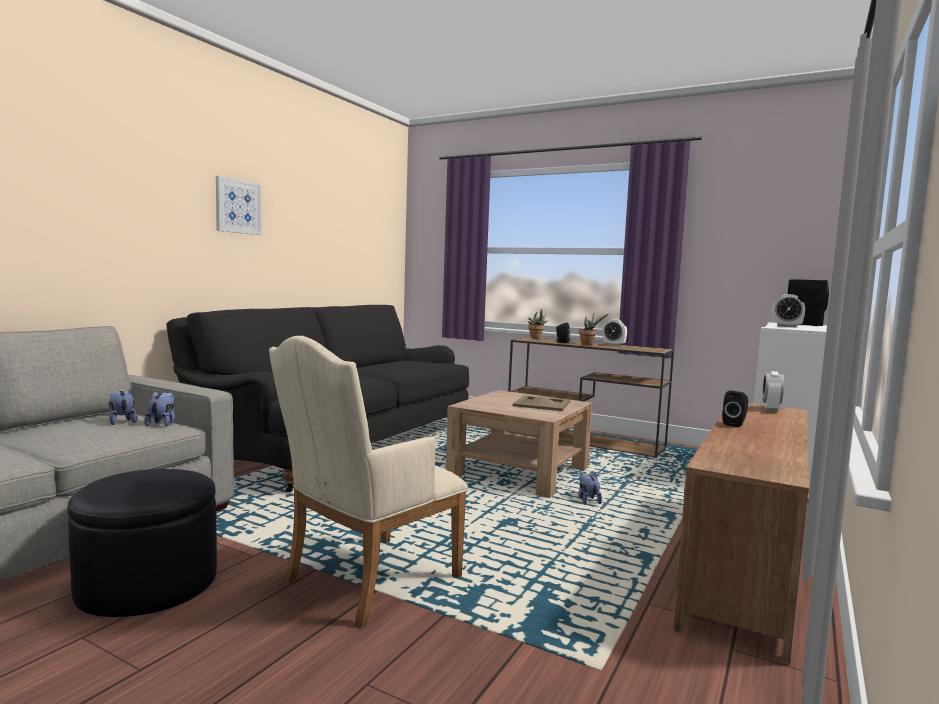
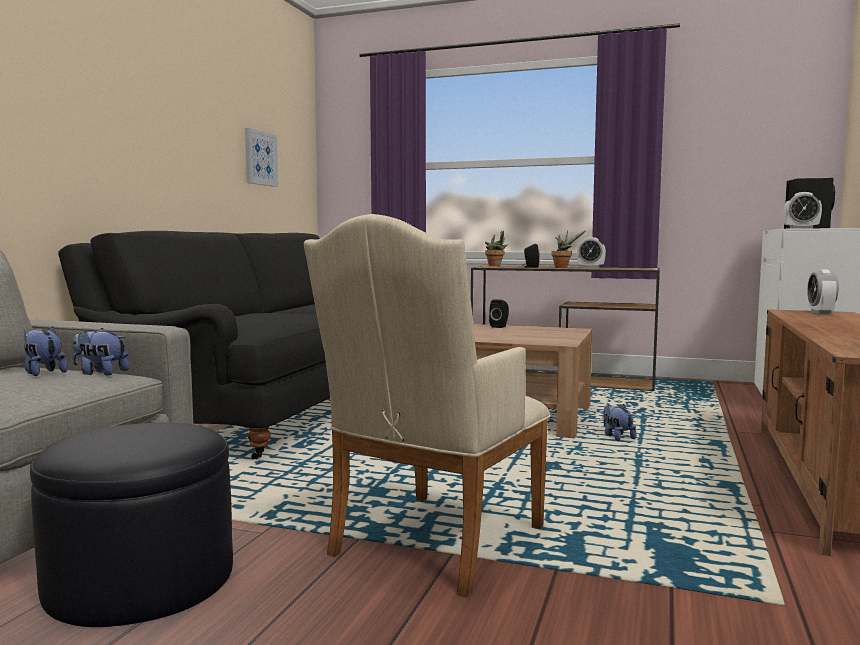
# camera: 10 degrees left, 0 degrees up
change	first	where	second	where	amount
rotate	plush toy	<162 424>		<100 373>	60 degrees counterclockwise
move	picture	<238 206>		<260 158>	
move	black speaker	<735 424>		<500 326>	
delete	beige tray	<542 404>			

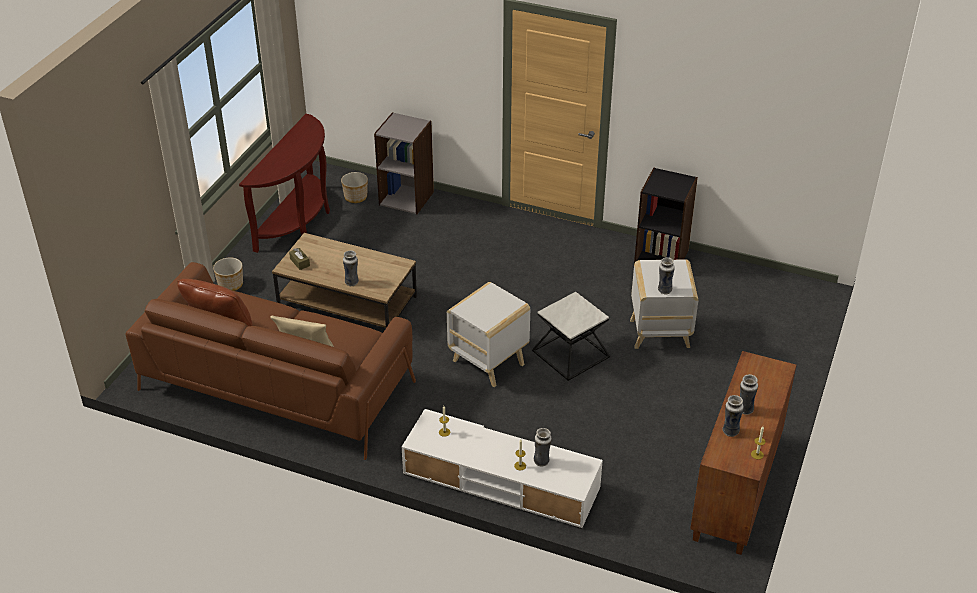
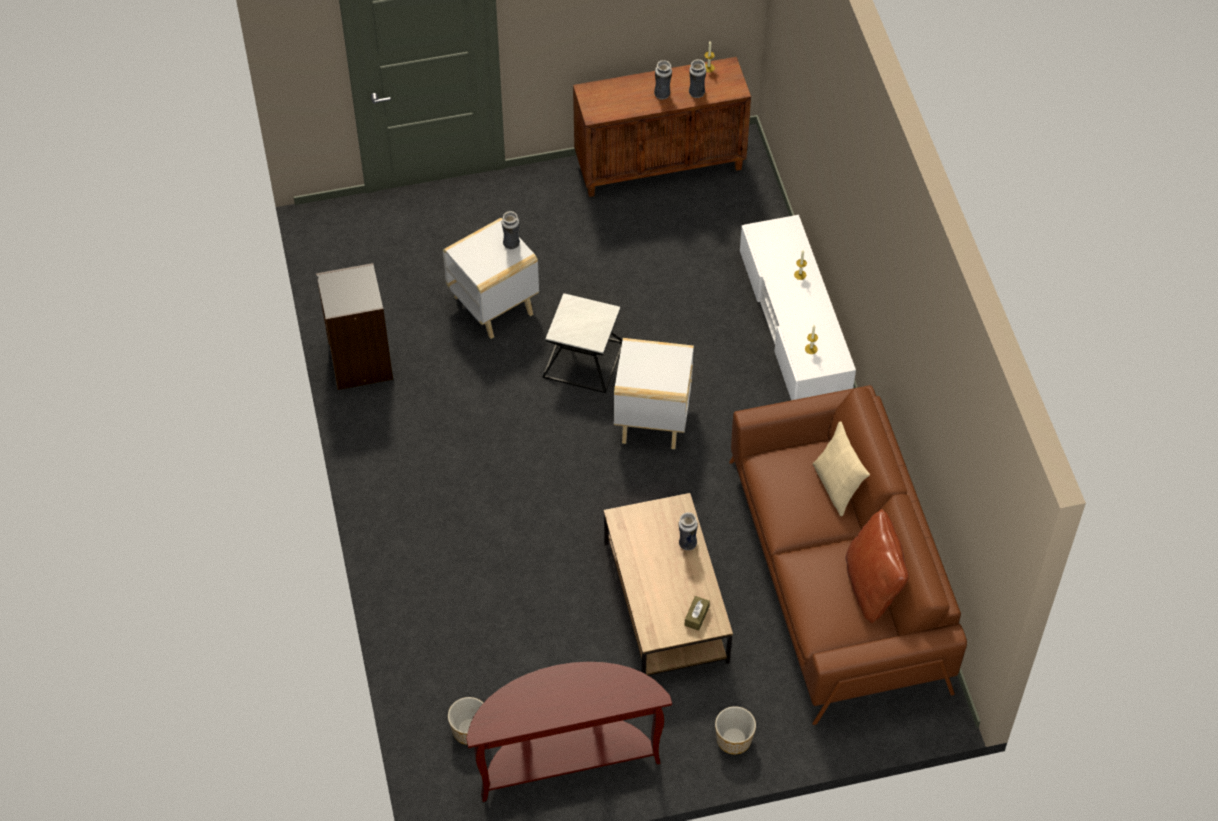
# camera: 125 degrees left, 15 degrees up
change	first	where	second	where	amount
delete	grey bookcase	<406 198>			
delete	vase	<542 461>			

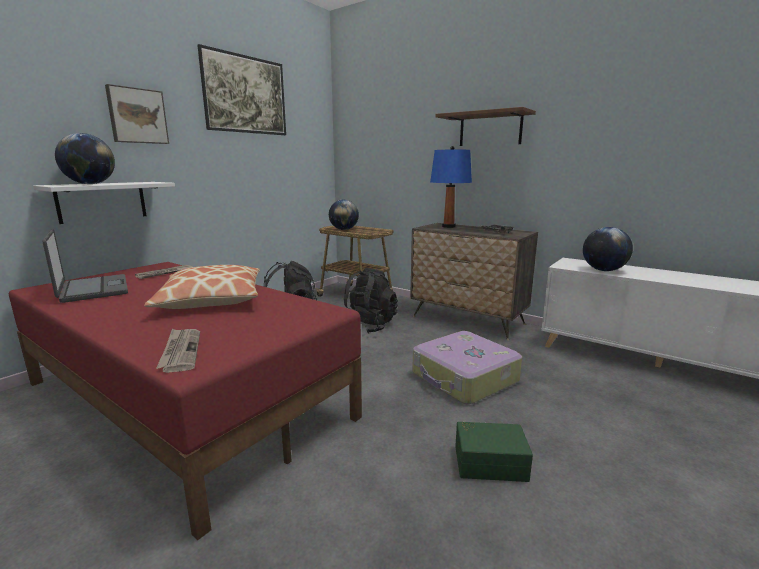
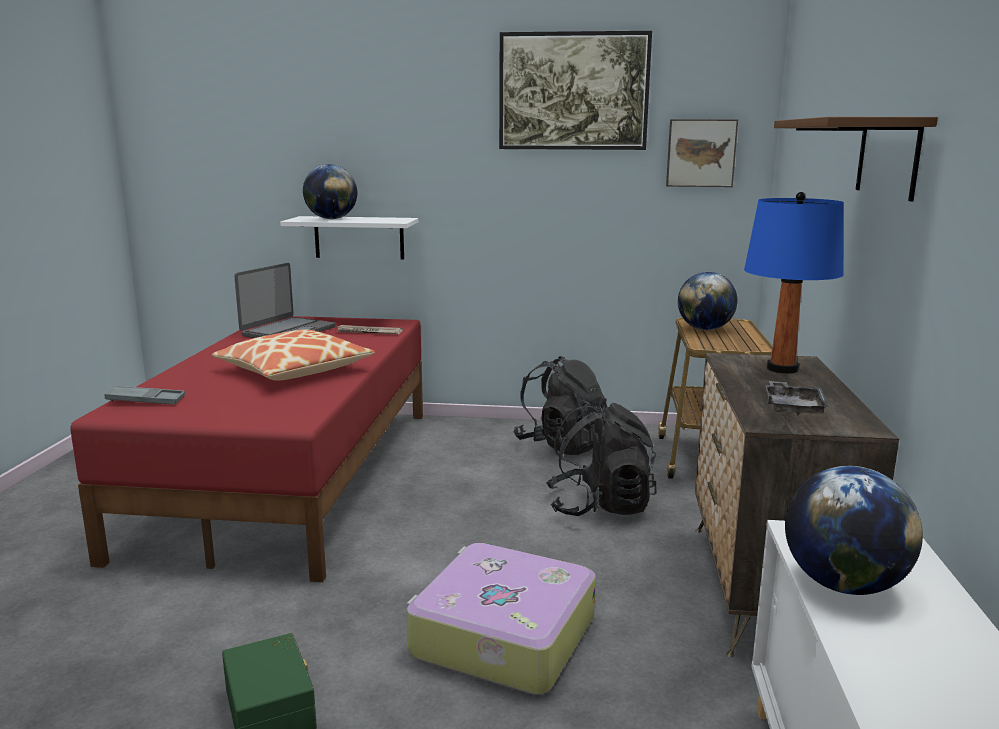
# camera: 60 degrees right, 0 degrees up
change	first	where	second	where	amount
replace	newspaper	<180 351>	grey tray	<146 401>	
move	picture	<137 116>		<700 153>	

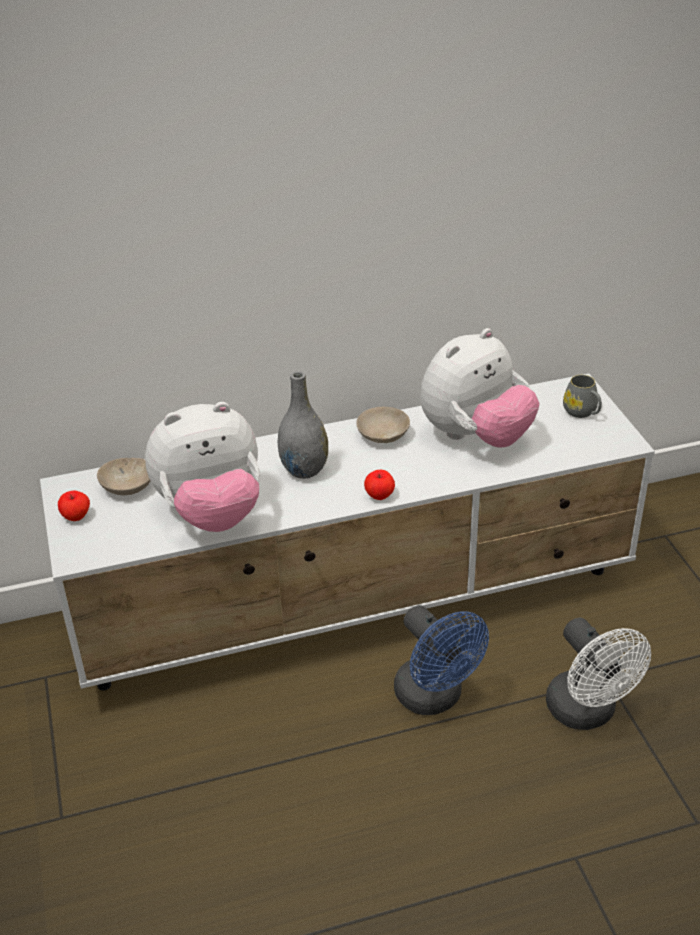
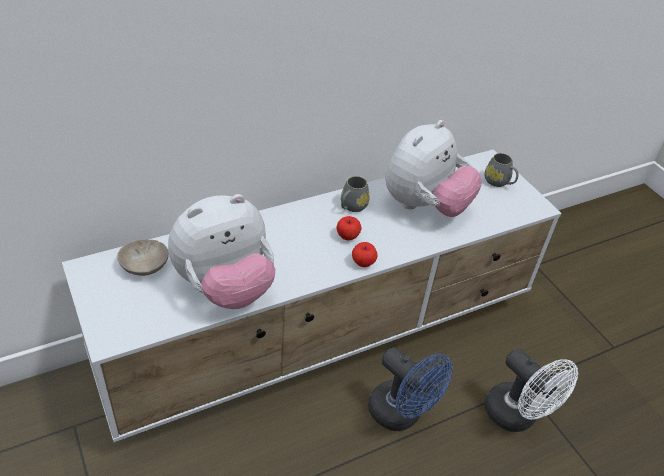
# camera: 15 degrees left, 5 degrees up
change	first	where	second	where	amount
move	apple	<76 516>		<347 236>	
replace	beige bowl	<383 434>	grey mug	<351 207>	
delete	grey vase	<304 470>			

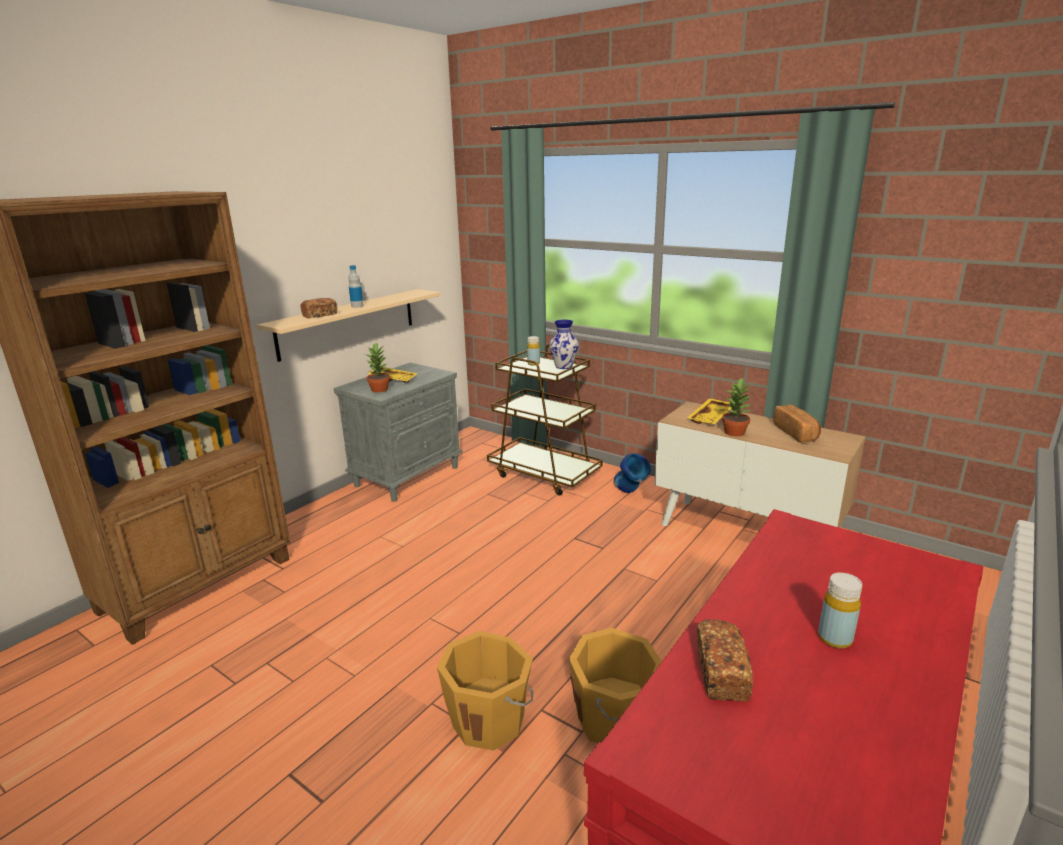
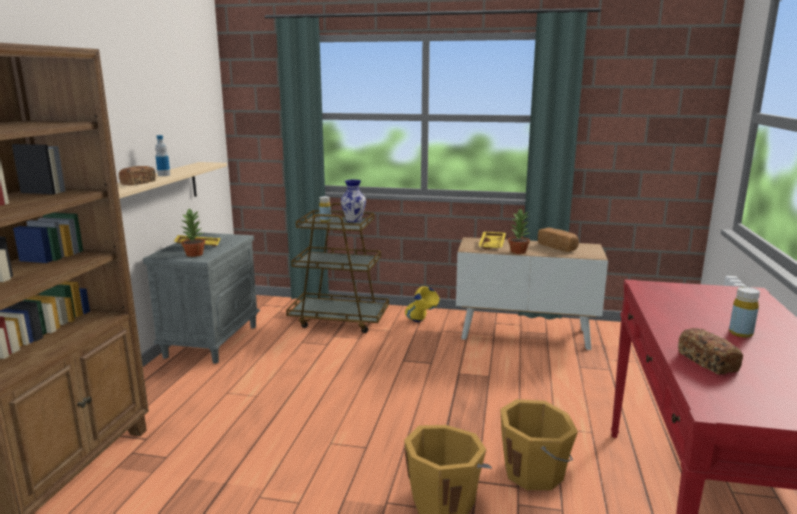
# camera: 25 degrees left, 5 degrees down
change	first	where	second	where	amount
recolor	blue vase	<630 494>	yellow vase	<421 322>	

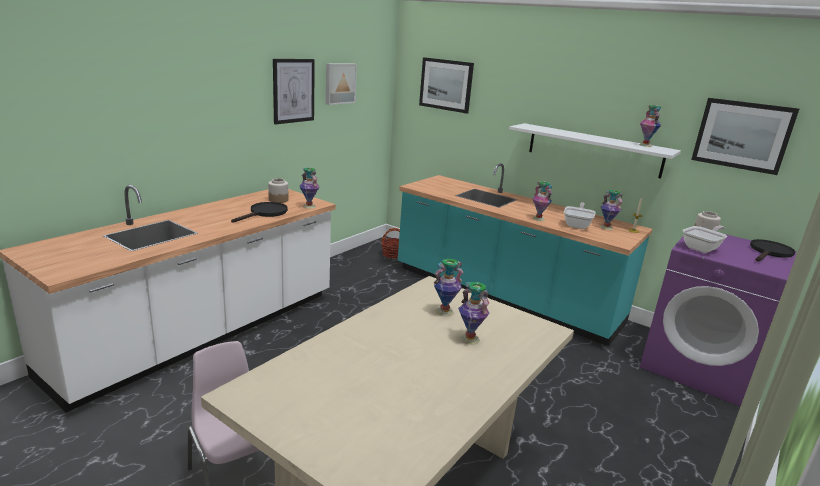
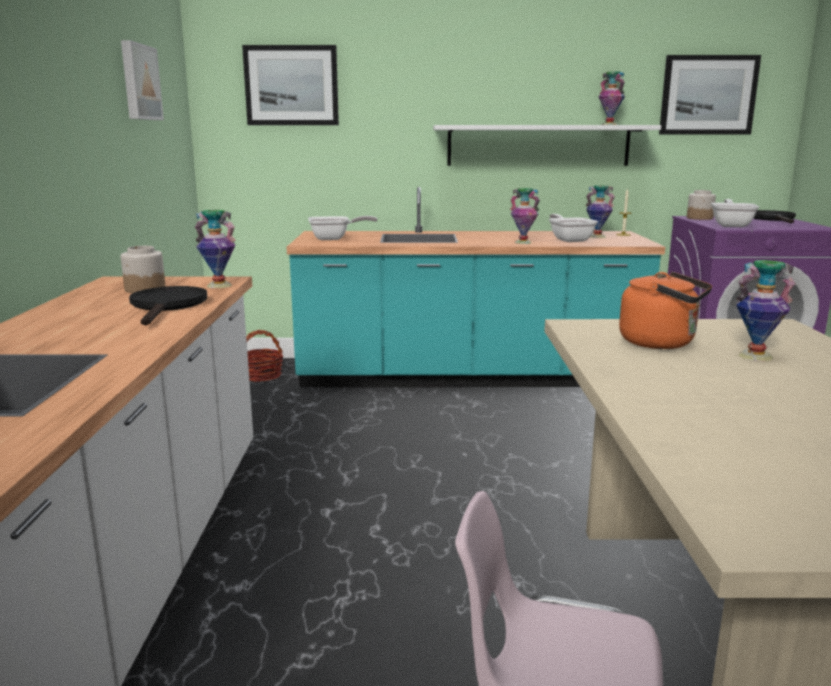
# camera: 35 degrees left, 5 degrees down
change	first	where	second	where	amount
insert			frying pan	<334 239>	
replace	vase	<444 312>	orange kettle	<661 343>	
delete	picture	<293 91>			

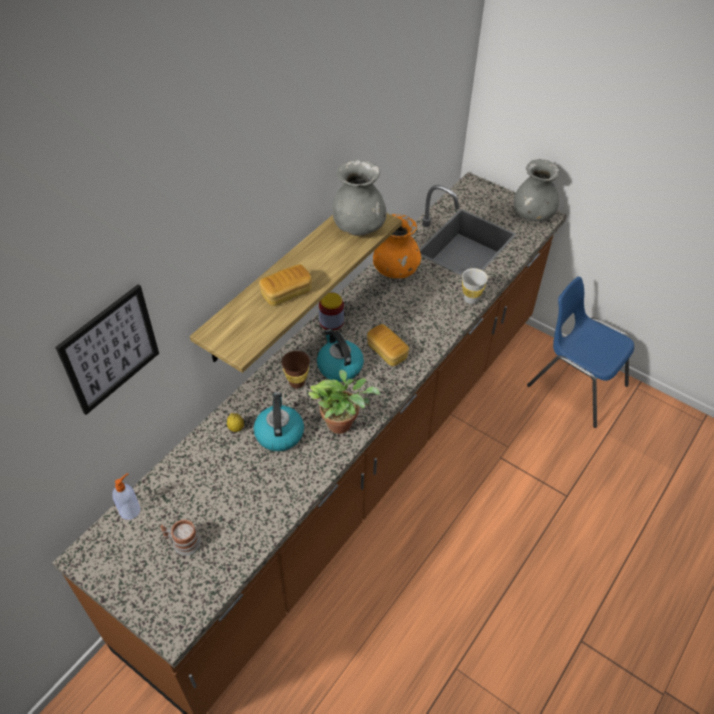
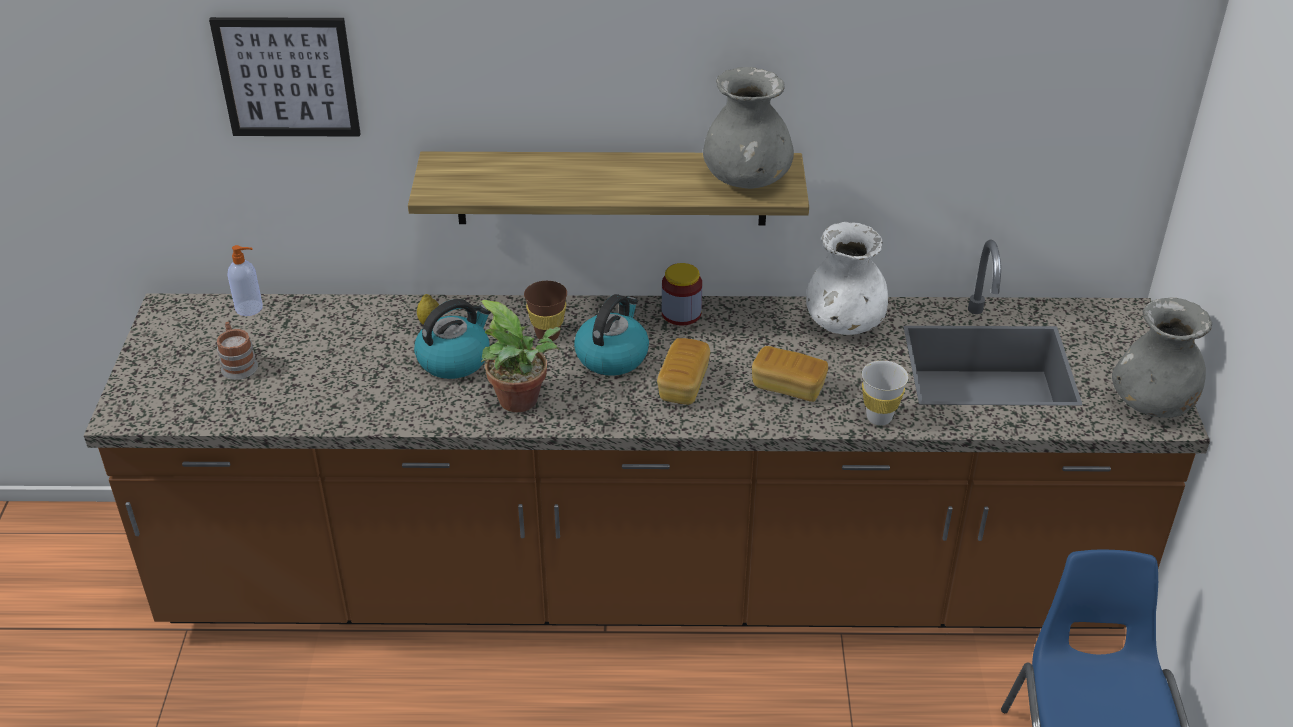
# camera: 55 degrees right, 10 degrees down
change	first	where	second	where	amount
move	bread	<286 293>		<788 386>	
recolor	orange vase	<396 270>	white vase	<844 324>	

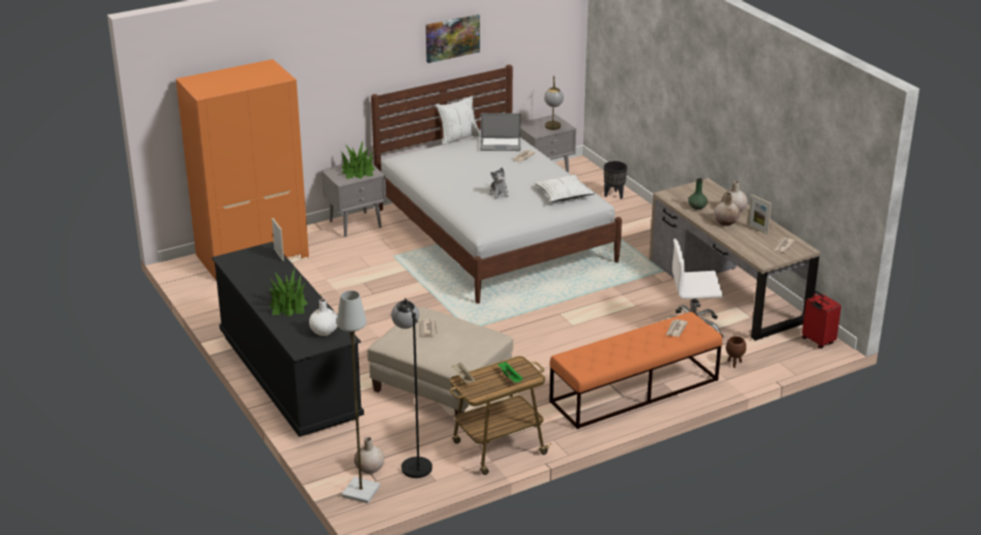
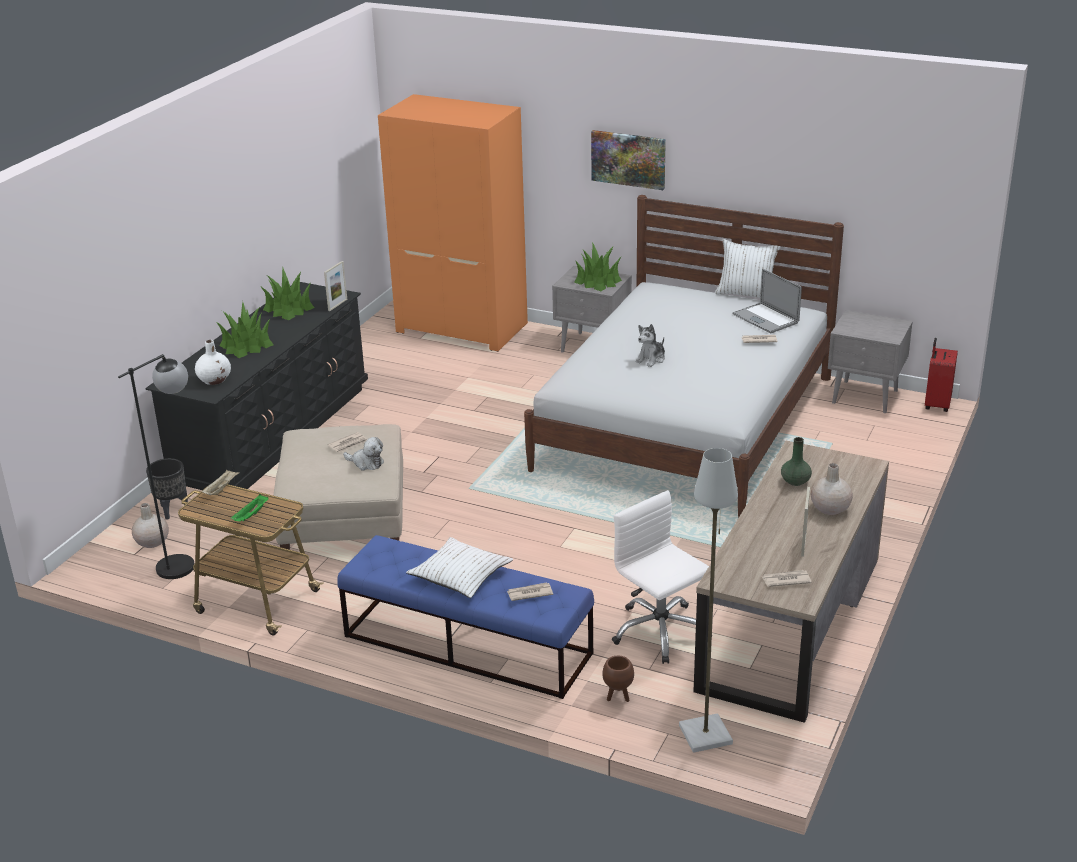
# camera: 55 degrees right, 0 degrees up
change	first	where	second	where	amount
move	black planter	<614 195>		<173 510>	
insert			potted plant	<288 309>	
recolor	orange bench	<634 391>	blue bench	<466 644>	
insert			plush toy	<366 463>	
move	white pillow	<563 194>		<460 575>	
move	picture	<452 38>		<628 159>	
move	grey floor lamp	<360 491>		<705 734>	
move	red suitcase	<817 341>		<936 404>	
delete	table lamp	<553 129>			
delete	beige vase	<726 222>			

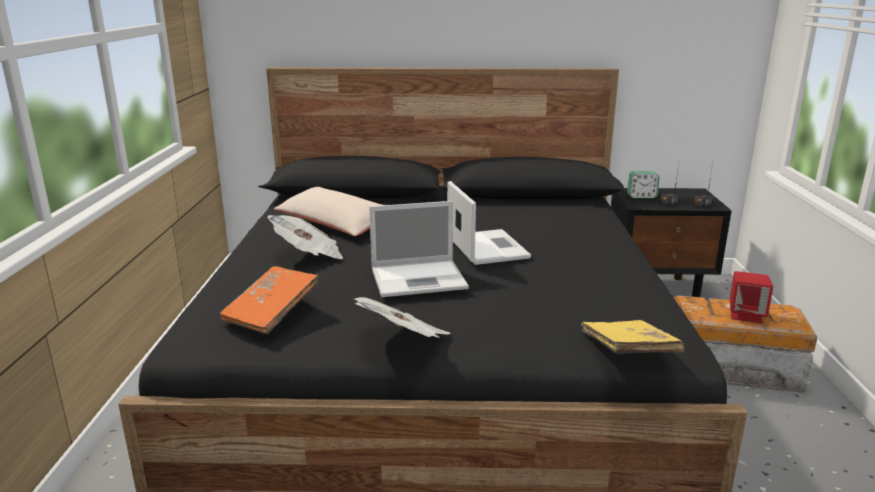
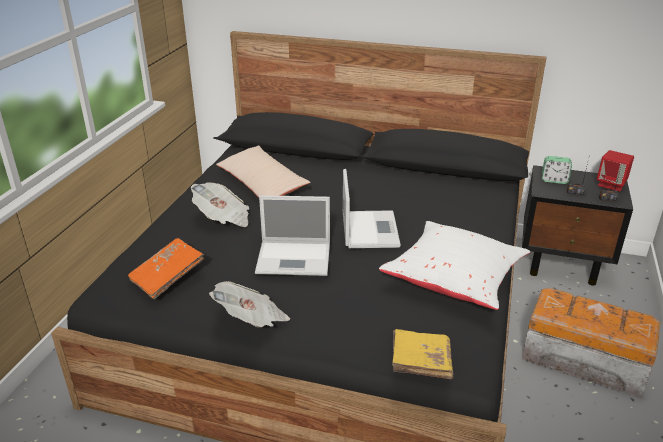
# camera: 15 degrees right, 10 degrees up
change	first	where	second	where	amount
insert			white pillow	<454 280>	
move	red speaker	<746 315>		<611 184>	

